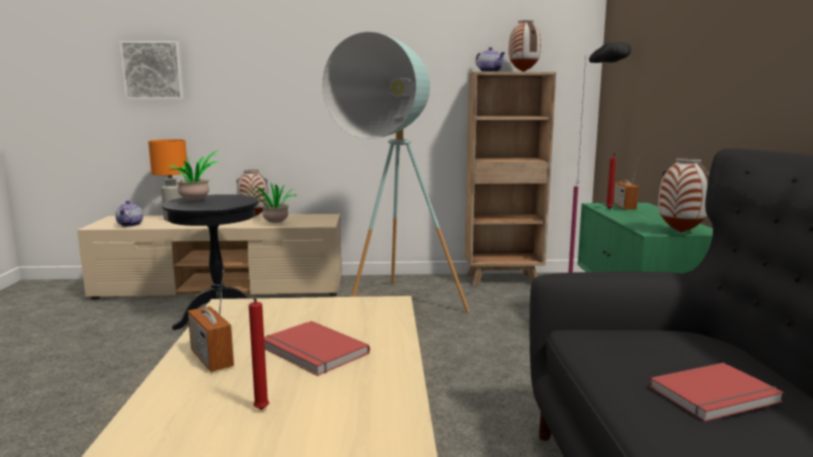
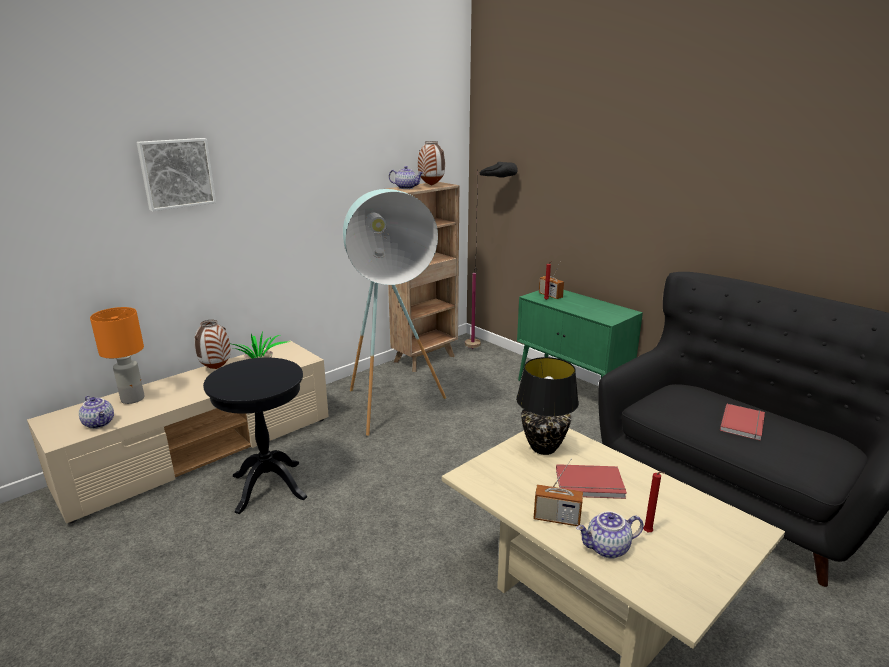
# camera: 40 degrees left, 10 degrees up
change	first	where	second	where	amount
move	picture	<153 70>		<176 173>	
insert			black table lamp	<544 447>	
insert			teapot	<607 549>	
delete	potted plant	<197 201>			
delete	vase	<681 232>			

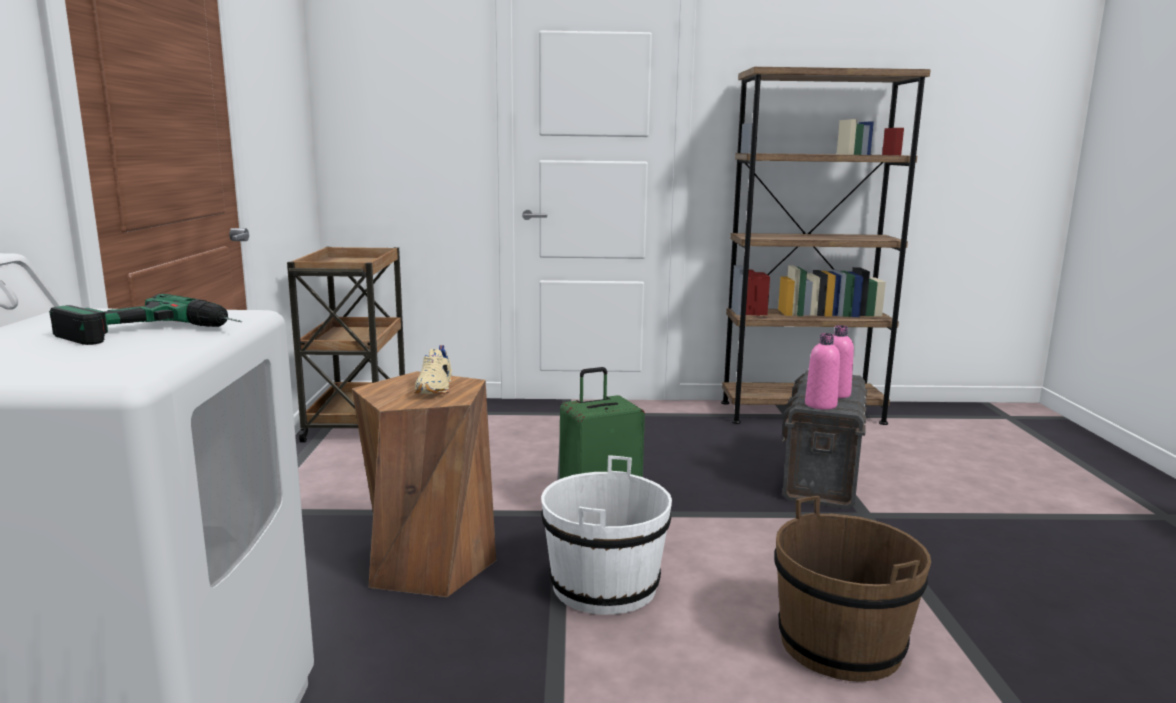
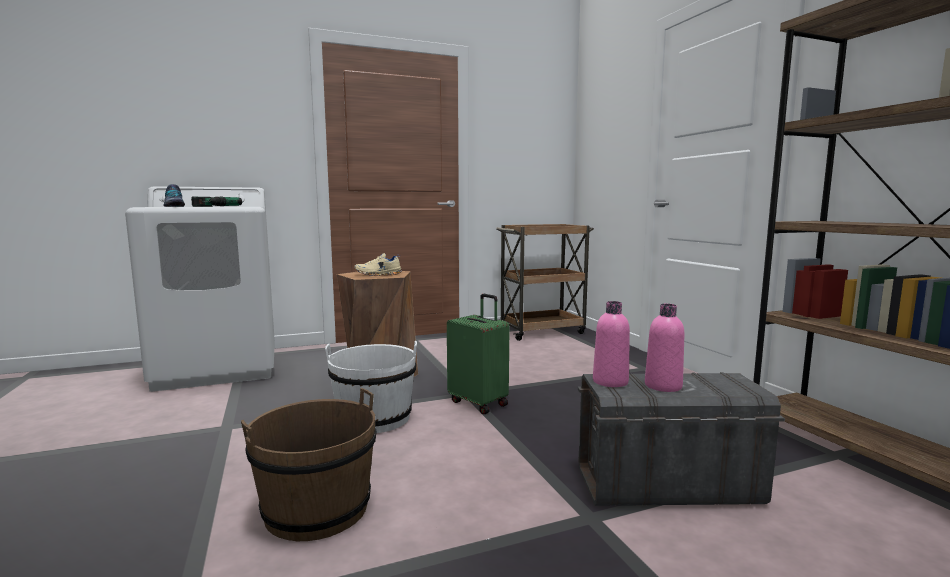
# camera: 70 degrees right, 5 degrees down
change	first	where	second	where	amount
insert			shoe	<173 206>	

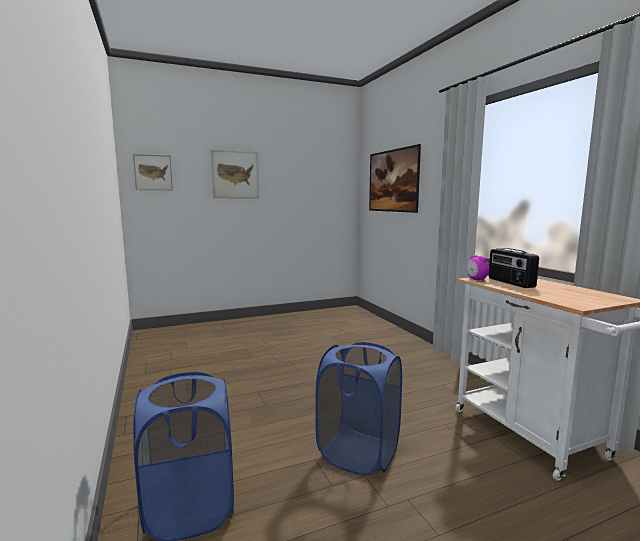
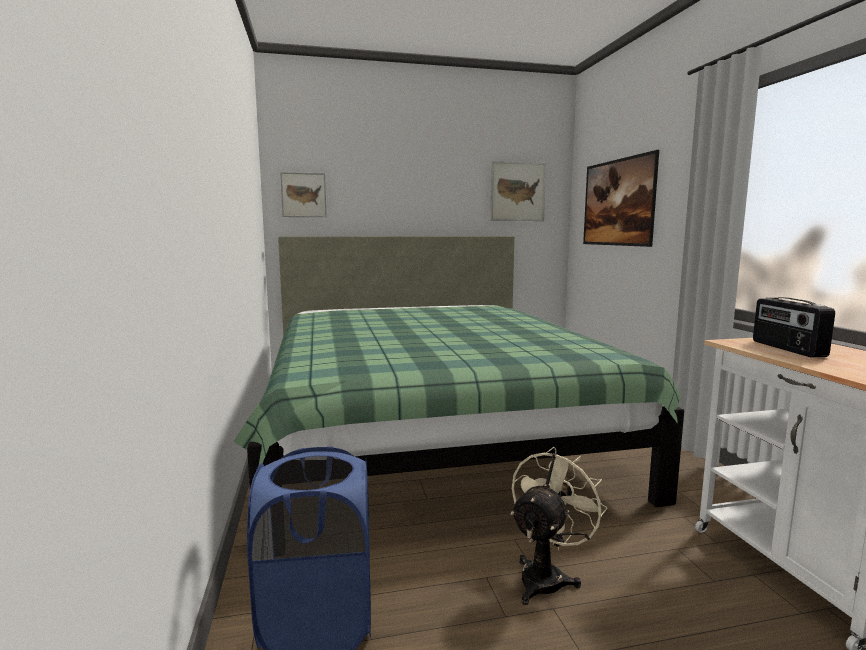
# camera: 10 degrees right, 0 degrees up
change	first	where	second	where	amount
insert			green bed	<429 434>	
move	picture	<235 174>		<517 191>	
replace	blue laundry basket	<358 453>	beige fan	<546 576>	
delete	alarm clock	<476 279>			

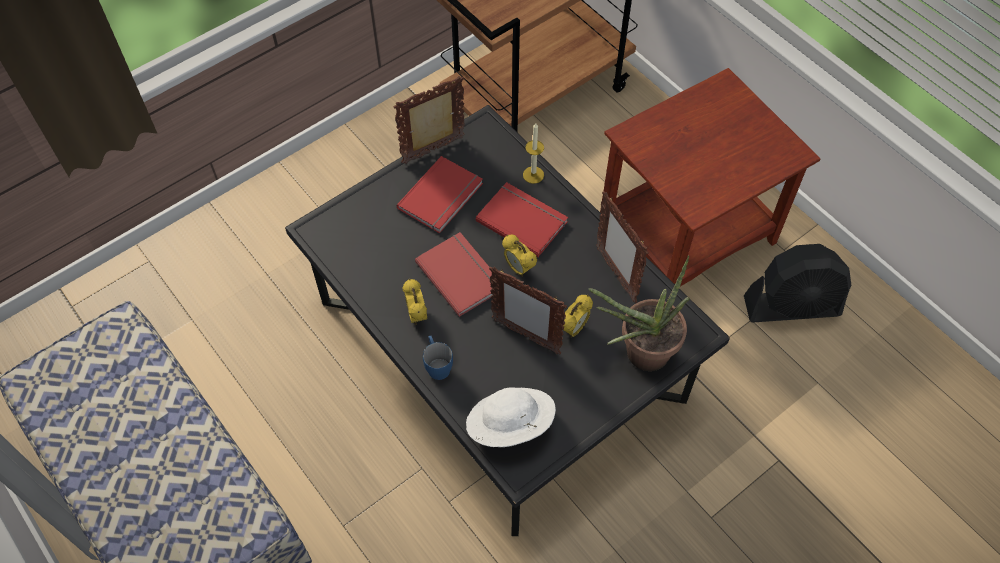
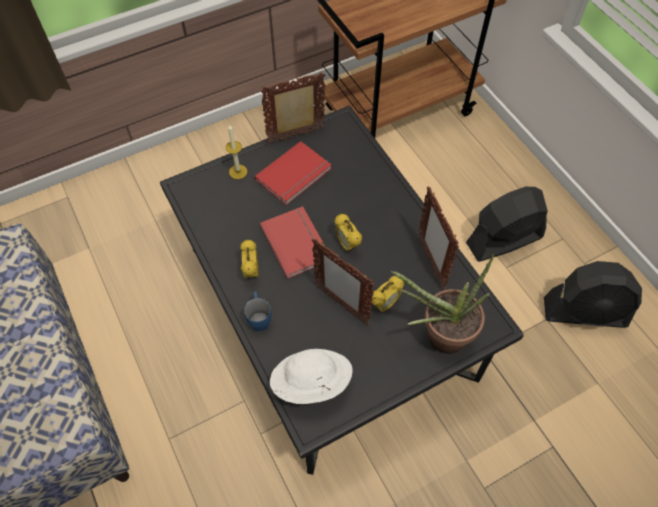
# camera: 10 degrees right, 0 degrees up
change	first	where	second	where	amount
move	candle	<533 175>		<238 172>	
replace	brown side table	<688 236>	black fan	<503 240>	
delete	red book	<522 219>			

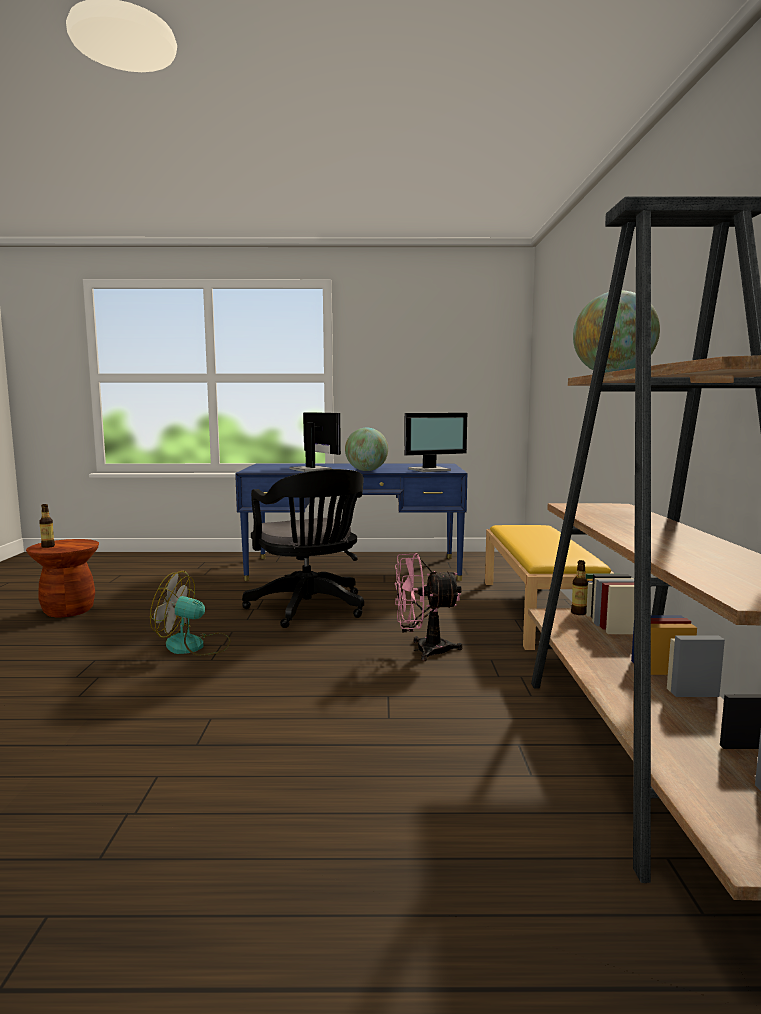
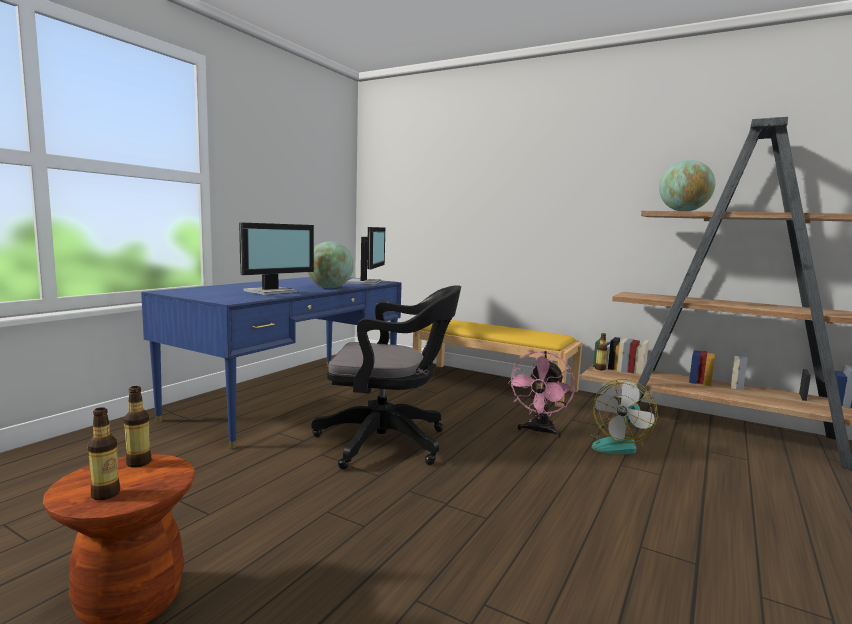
# camera: 60 degrees left, 0 degrees up
change	first	where	second	where	amount
insert			bottle	<139 463>	
rotate	monitor	<312 469>		<272 291>	135 degrees clockwise
move	fan	<194 646>		<618 445>	

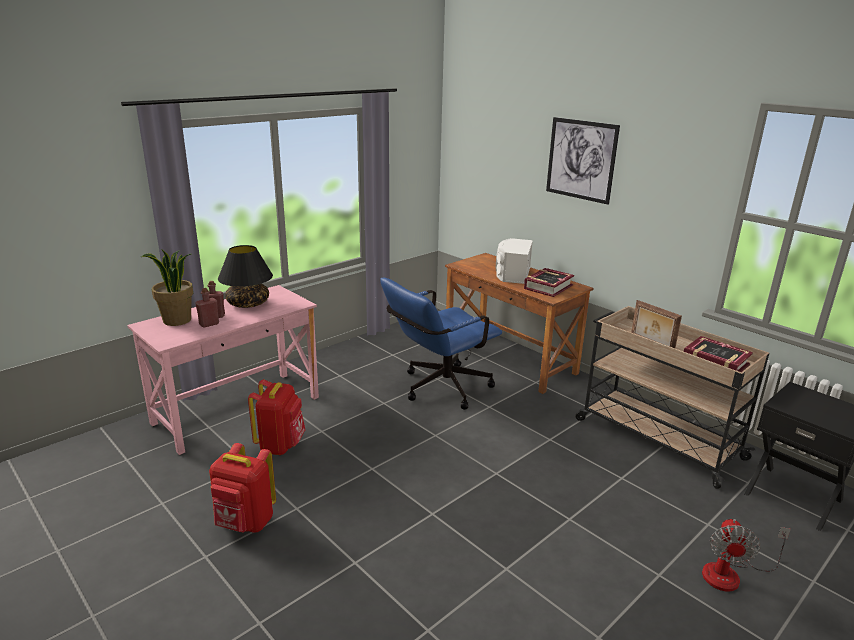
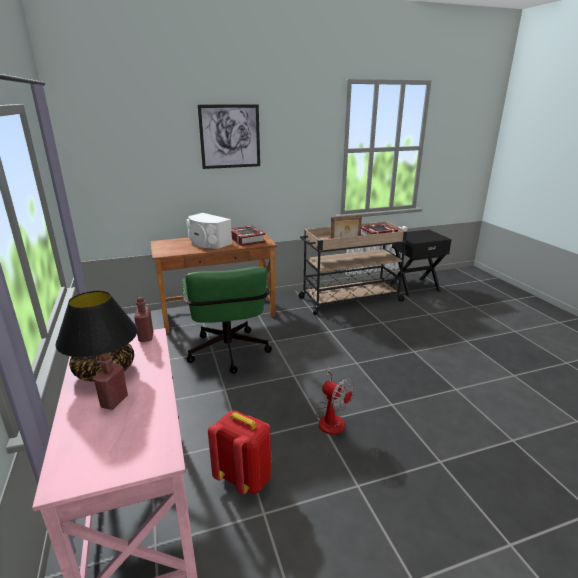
# camera: 65 degrees left, 0 degrees up
change	first	where	second	where	amount
move	red bottle	<209 324>		<146 337>	
recolor	blue office chair	<439 389>	green office chair	<229 355>	
move	fan	<731 574>		<331 418>	
delete	potted plant	<177 320>			
delete	red backpack	<245 523>			

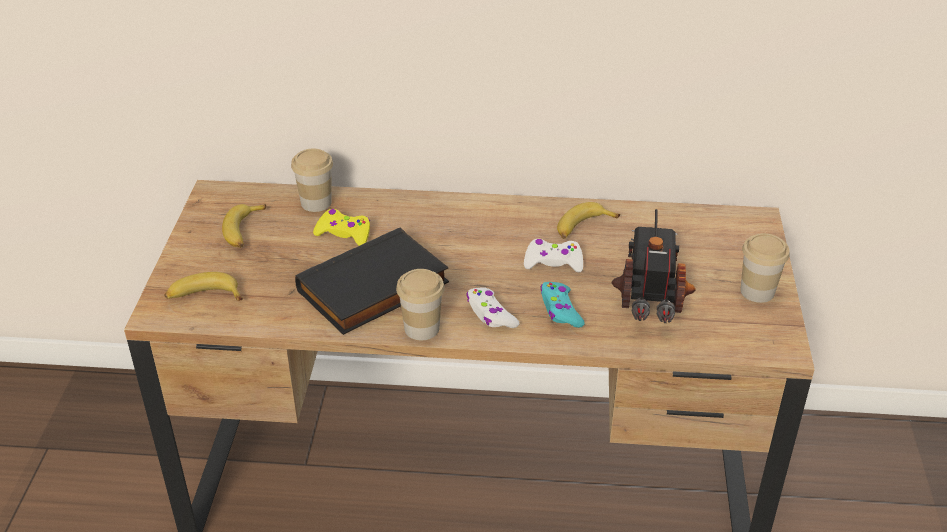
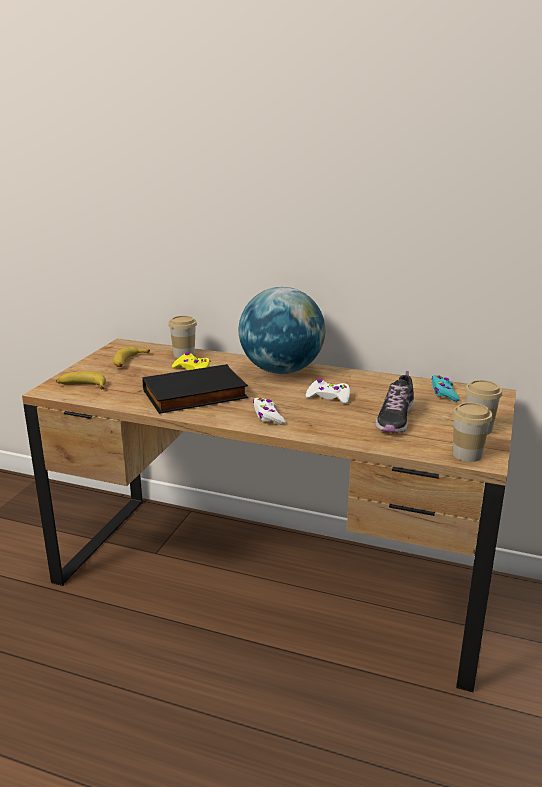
# camera: 15 degrees right, 15 degrees down
change	first	where	second	where	amount
insert			globe	<281 370>	
replace	toy truck	<652 290>	shoe	<395 419>	
move	turquoise game controller	<560 310>		<444 393>	
move	cup	<422 328>		<467 454>	
delete	banana	<583 227>			

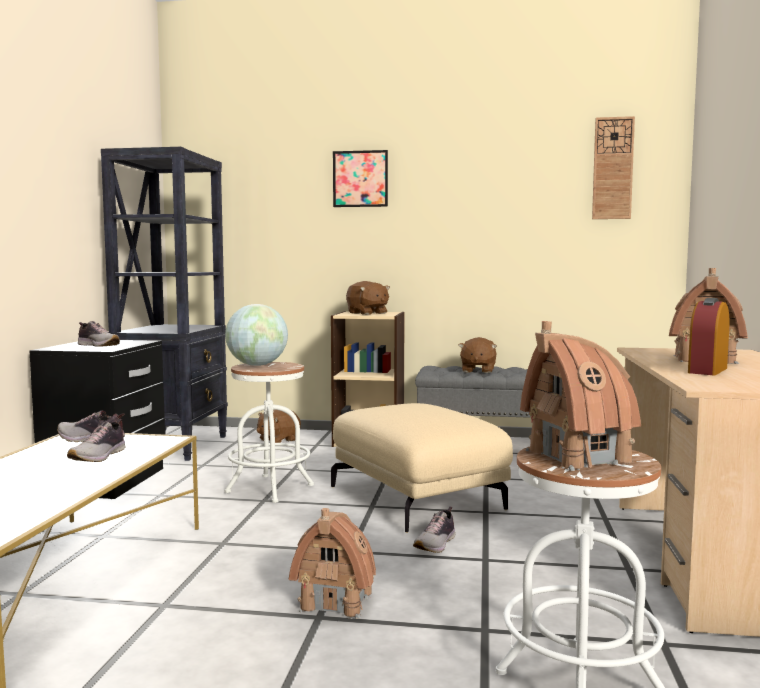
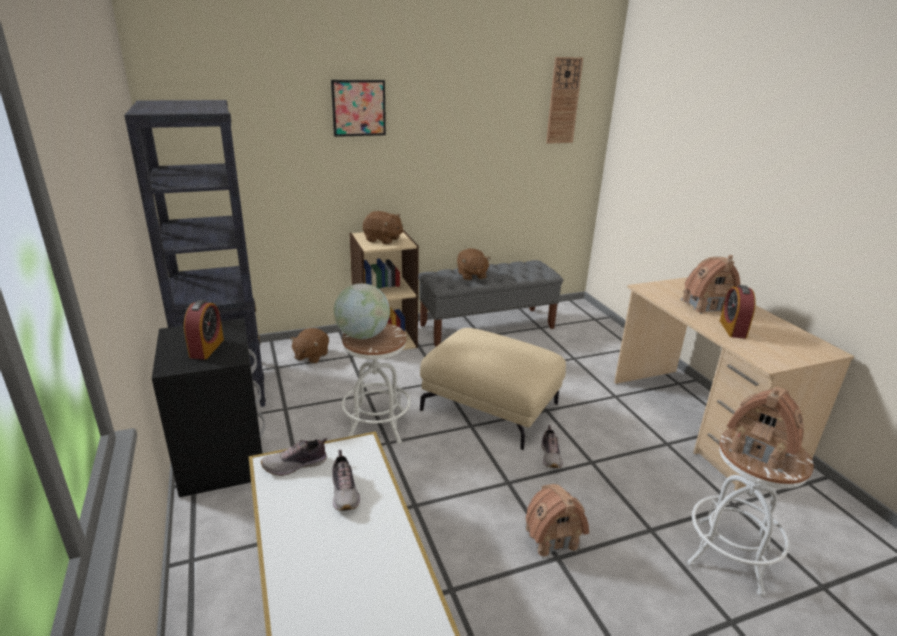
# camera: 30 degrees left, 20 degrees up
change	first	where	second	where	amount
replace	shoe	<99 345>	alarm clock	<207 348>	

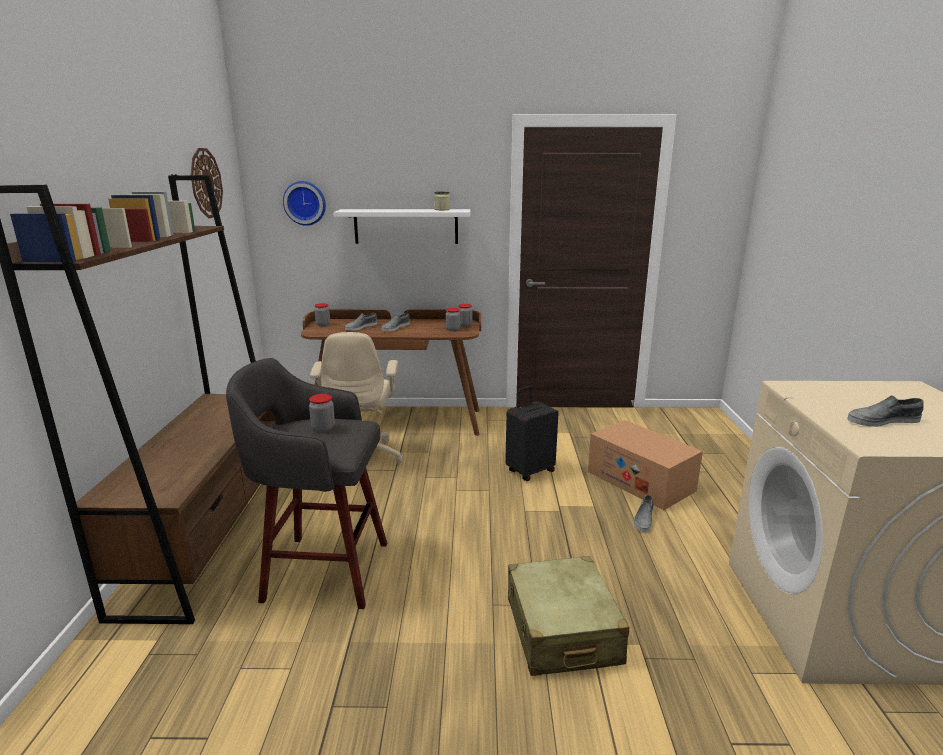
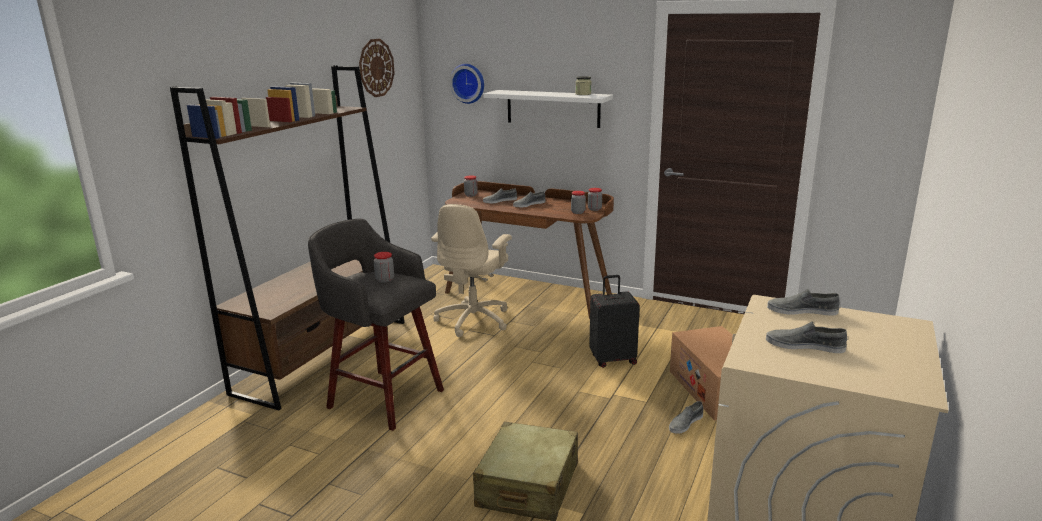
# camera: 25 degrees right, 0 degrees up
change	first	where	second	where	amount
insert			grey shoe	<801 311>	

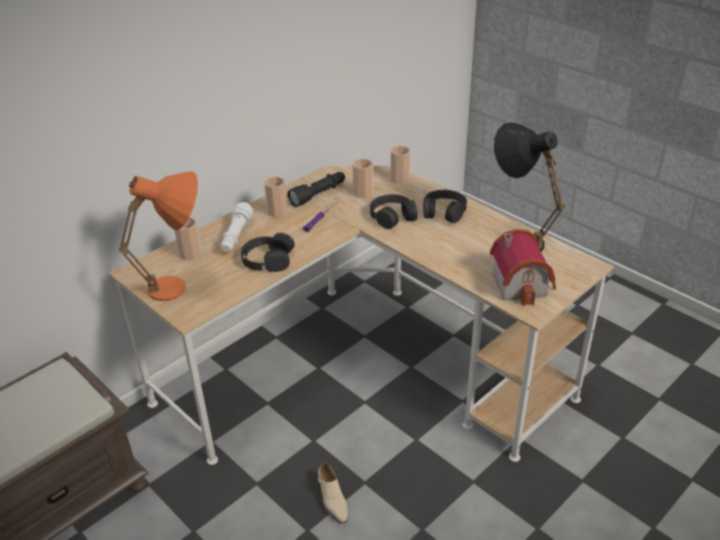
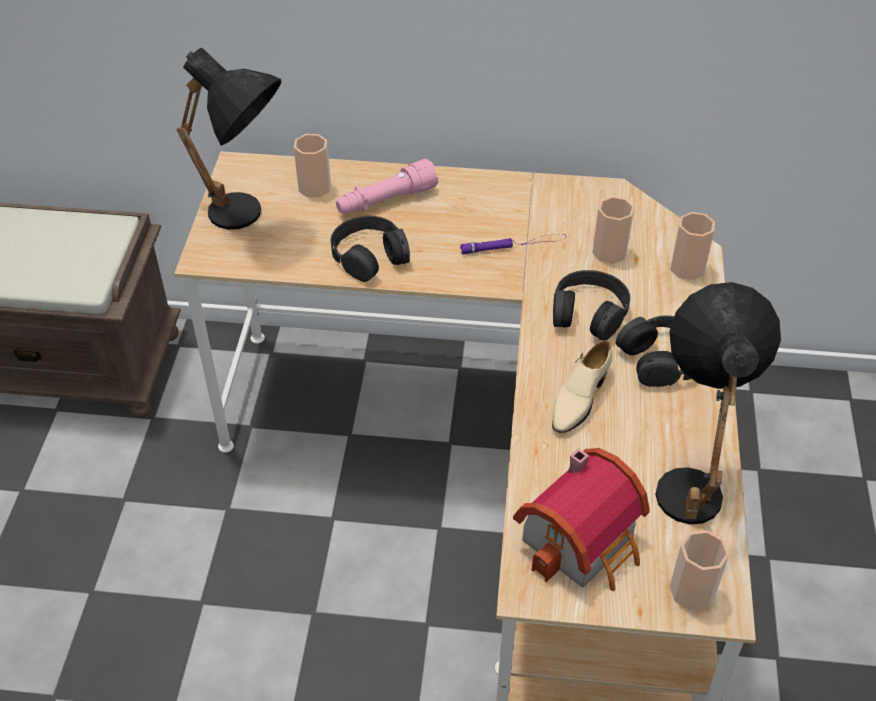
# camera: 50 degrees right, 10 degrees up
change	first	where	second	where	amount
recolor	orange table lamp	<181 287>	black table lamp	<248 221>	
recolor	white flashlight	<236 236>	pink flashlight	<386 201>	
move	beige shoe	<332 500>		<578 398>	
move	cup	<277 211>		<692 591>	
delete	black flashlight	<318 194>			

